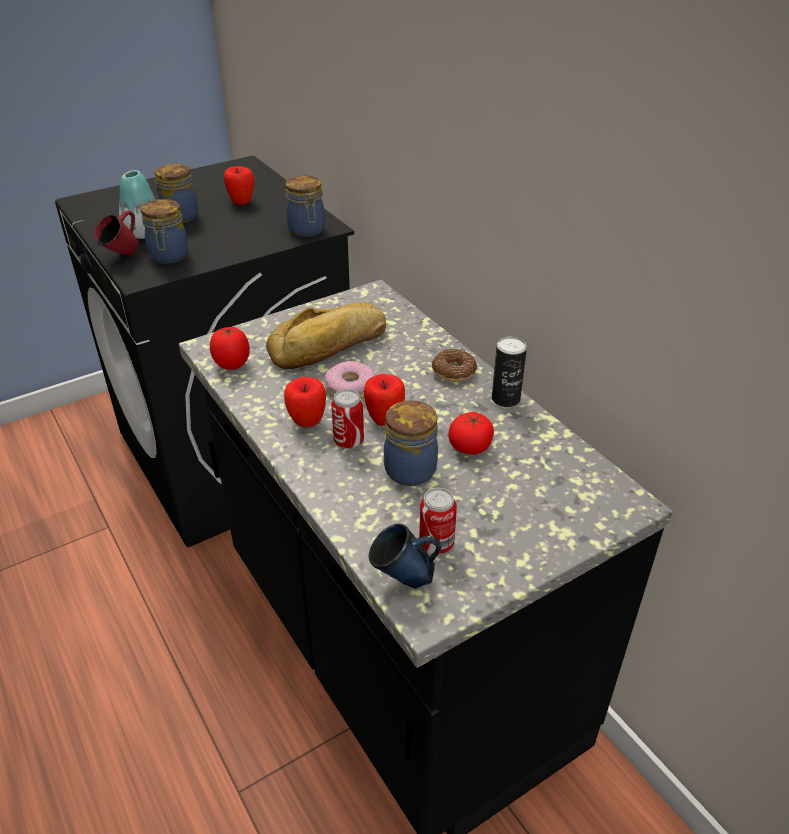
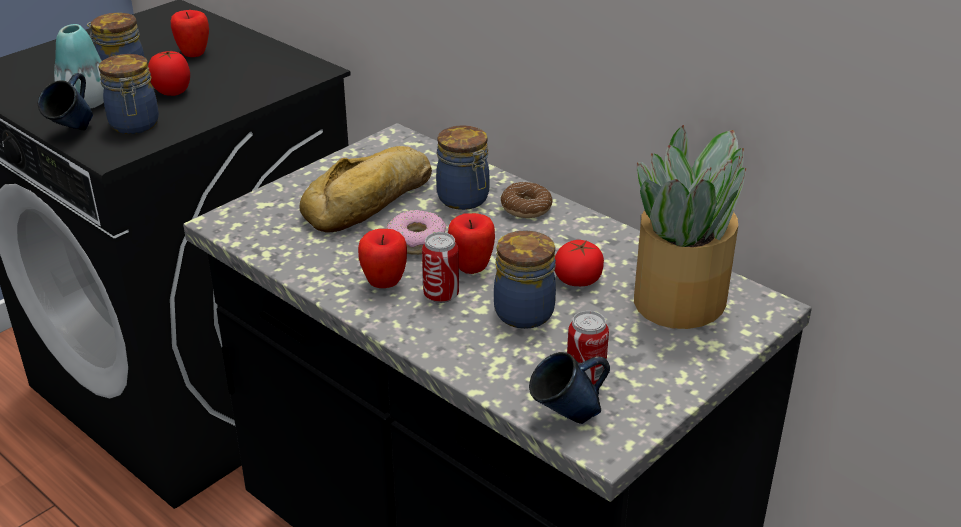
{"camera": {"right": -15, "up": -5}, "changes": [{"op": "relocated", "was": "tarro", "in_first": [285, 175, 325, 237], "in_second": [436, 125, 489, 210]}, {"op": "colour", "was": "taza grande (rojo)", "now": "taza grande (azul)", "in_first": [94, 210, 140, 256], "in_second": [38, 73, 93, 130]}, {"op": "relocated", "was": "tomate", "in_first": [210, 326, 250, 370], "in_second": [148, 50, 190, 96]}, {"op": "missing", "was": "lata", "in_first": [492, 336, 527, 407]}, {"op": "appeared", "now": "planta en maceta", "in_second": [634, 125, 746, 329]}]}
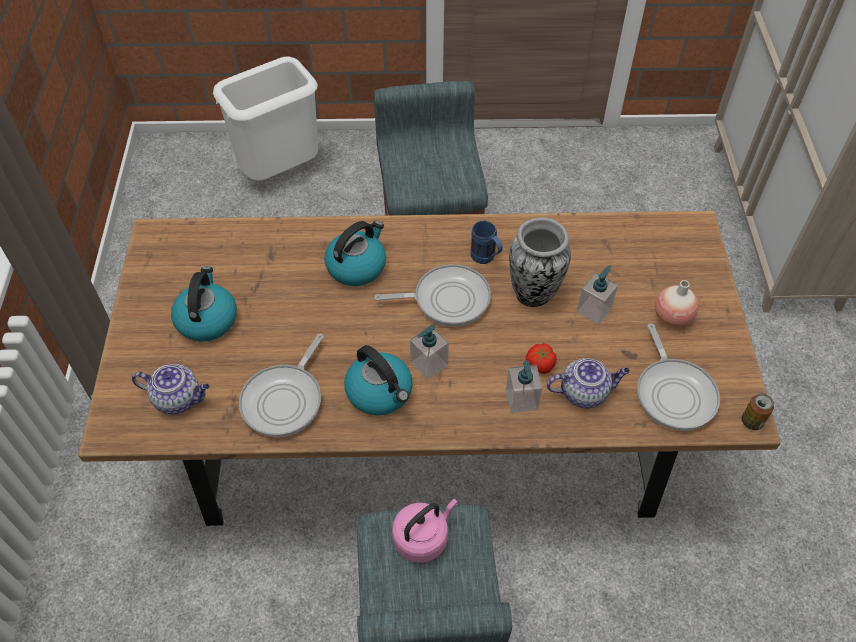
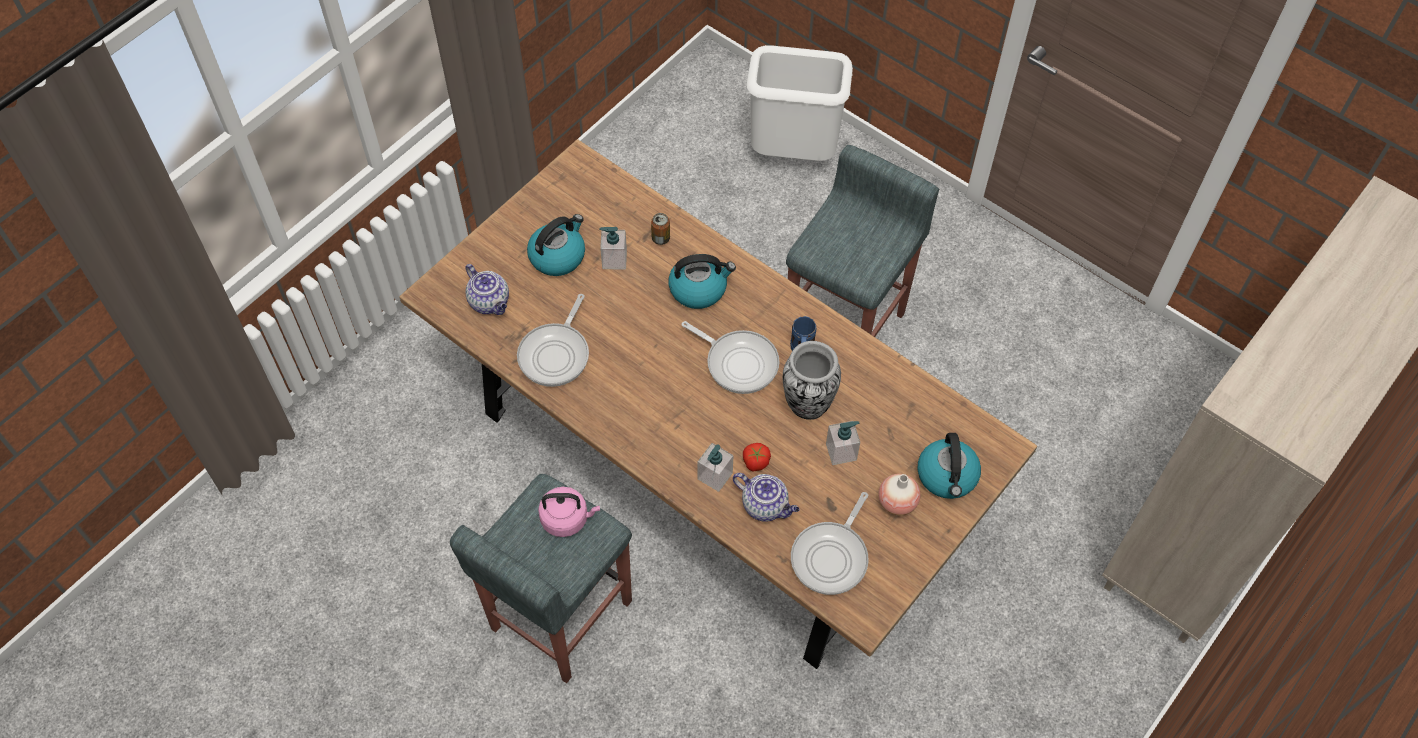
{"camera": {"right": 40, "up": 5}, "changes": [{"op": "relocated", "was": "dispensador de jabón", "in_first": [410, 325, 449, 379], "in_second": [599, 227, 627, 269]}, {"op": "spun", "was": "sartén", "in_first": [239, 334, 324, 437], "in_second": [517, 294, 589, 387], "clockwise": -45}, {"op": "relocated", "was": "hervidor", "in_first": [344, 345, 413, 415], "in_second": [917, 433, 981, 499]}, {"op": "relocated", "was": "lata", "in_first": [742, 393, 774, 430], "in_second": [651, 213, 670, 245]}]}
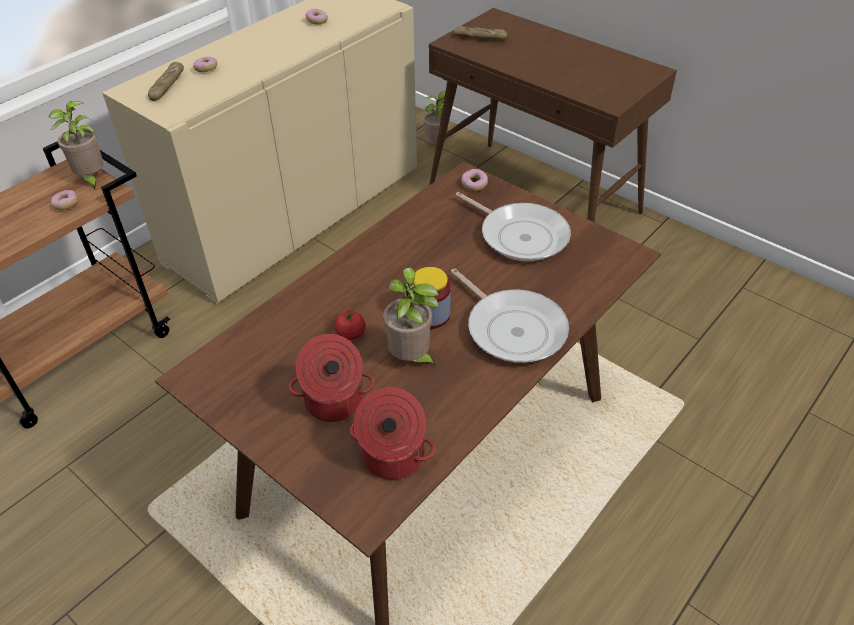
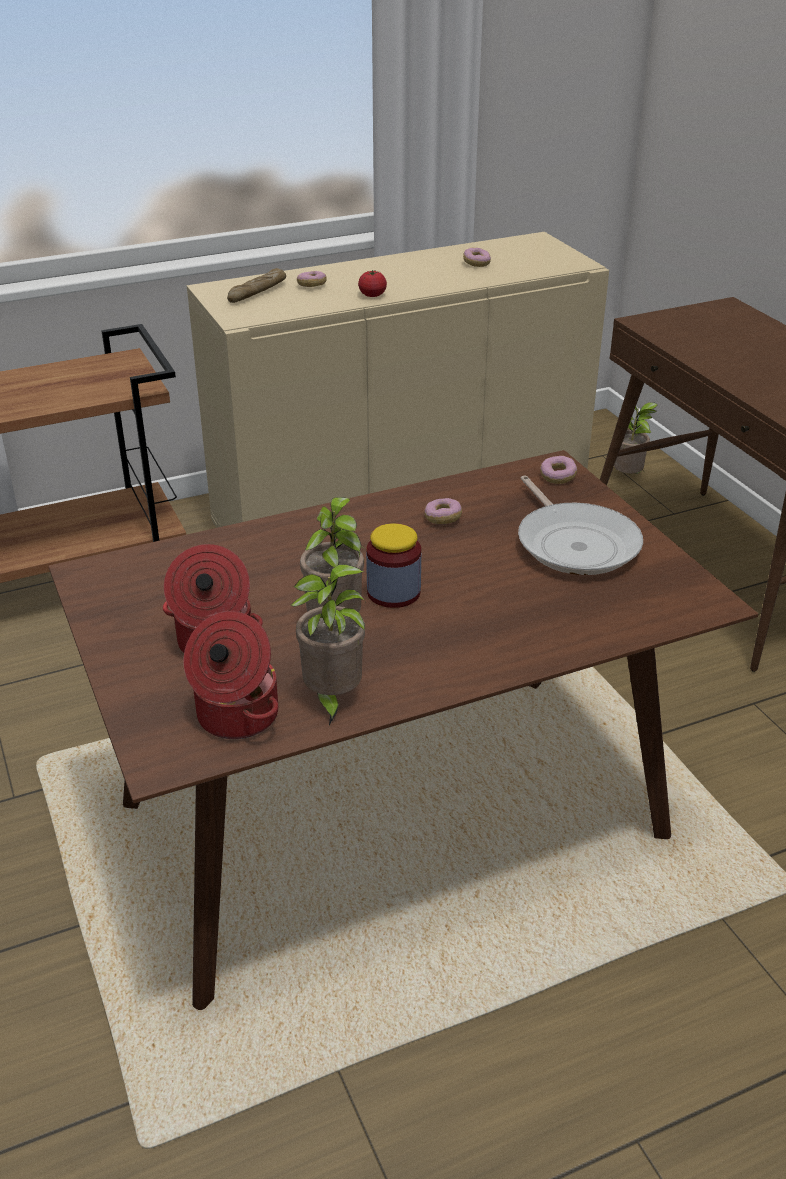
{"camera": {"right": 25, "up": -10}, "changes": [{"op": "missing", "was": "pan", "in_first": [453, 26, 507, 40]}, {"op": "relocated", "was": "planta en maceta", "in_first": [49, 101, 104, 191], "in_second": [291, 564, 365, 725]}, {"op": "relocated", "was": "rosquilla", "in_first": [51, 190, 78, 210], "in_second": [424, 498, 462, 524]}, {"op": "missing", "was": "sartén", "in_first": [451, 268, 569, 363]}, {"op": "relocated", "was": "tomate", "in_first": [334, 310, 365, 340], "in_second": [358, 270, 387, 297]}]}
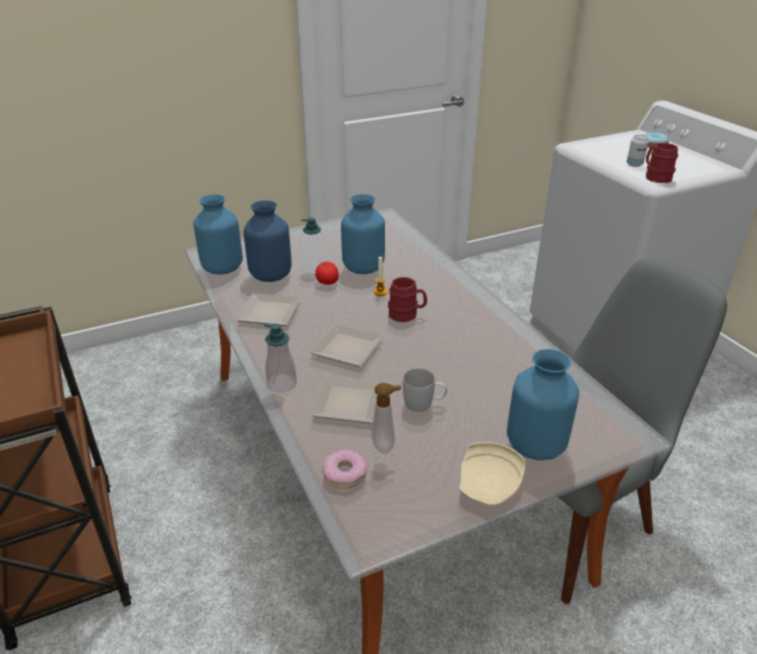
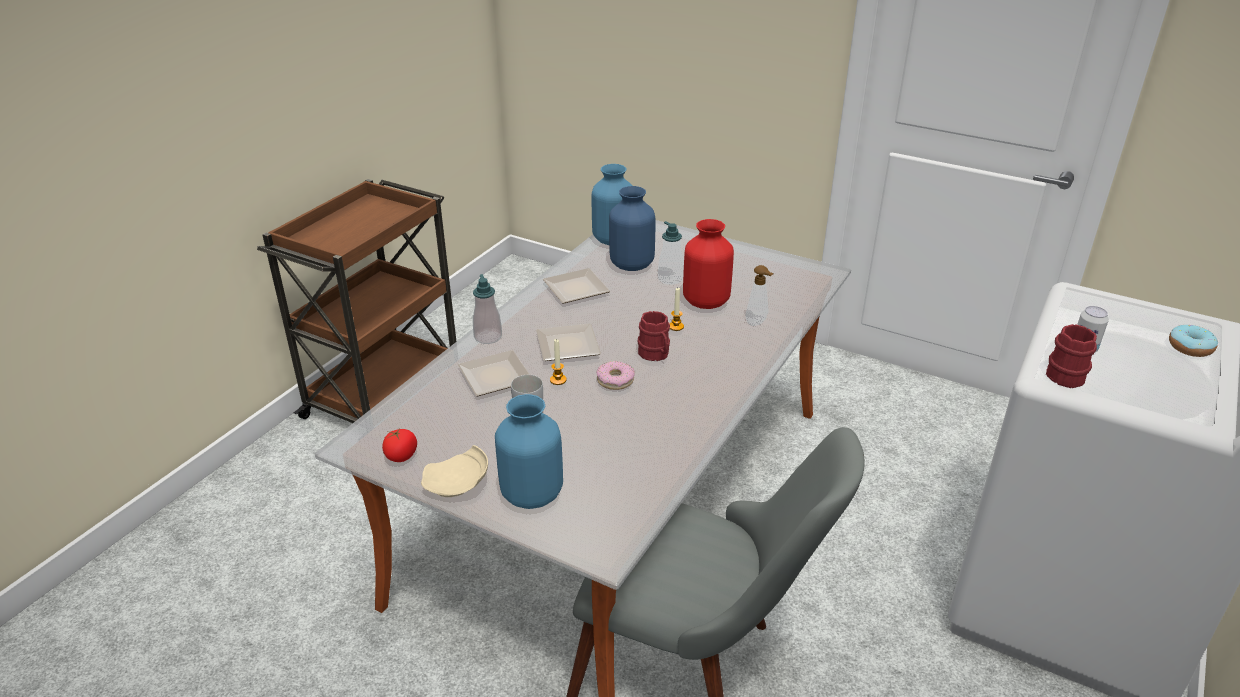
{"camera": {"right": 55, "up": 0}, "changes": [{"op": "colour", "was": "florero (azul)", "now": "florero (rojo)", "in_first": [341, 194, 385, 274], "in_second": [683, 219, 734, 309]}, {"op": "relocated", "was": "tomate", "in_first": [315, 262, 339, 285], "in_second": [382, 428, 417, 462]}, {"op": "relocated", "was": "dispensador de jabón", "in_first": [372, 383, 401, 454], "in_second": [746, 265, 773, 326]}, {"op": "relocated", "was": "rosquilla", "in_first": [322, 449, 367, 489], "in_second": [596, 361, 635, 390]}, {"op": "appeared", "now": "vela", "in_second": [550, 339, 567, 385]}]}
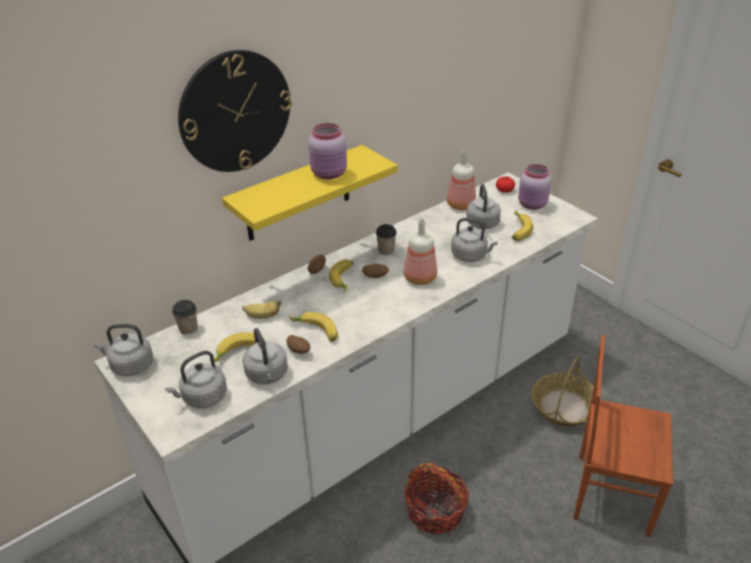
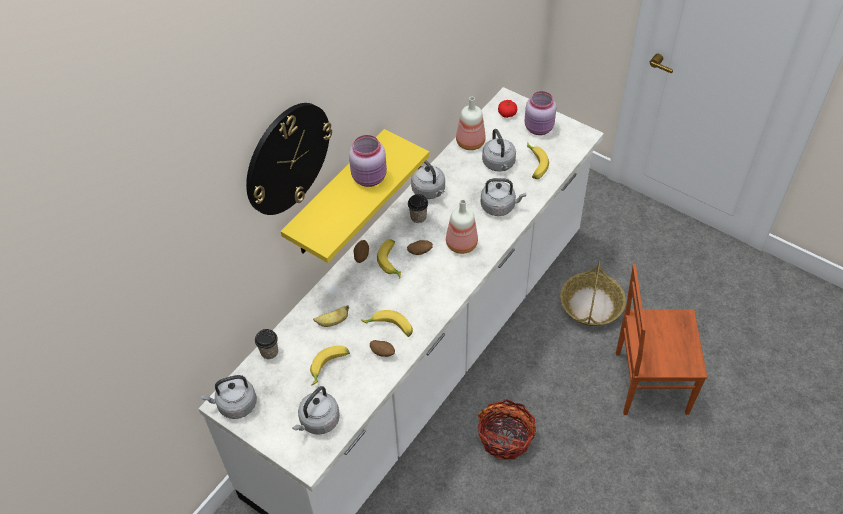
{"camera": {"right": -15, "up": 15}, "changes": [{"op": "relocated", "was": "hervidor (gris)", "in_first": [243, 328, 288, 384], "in_second": [411, 161, 445, 199]}]}
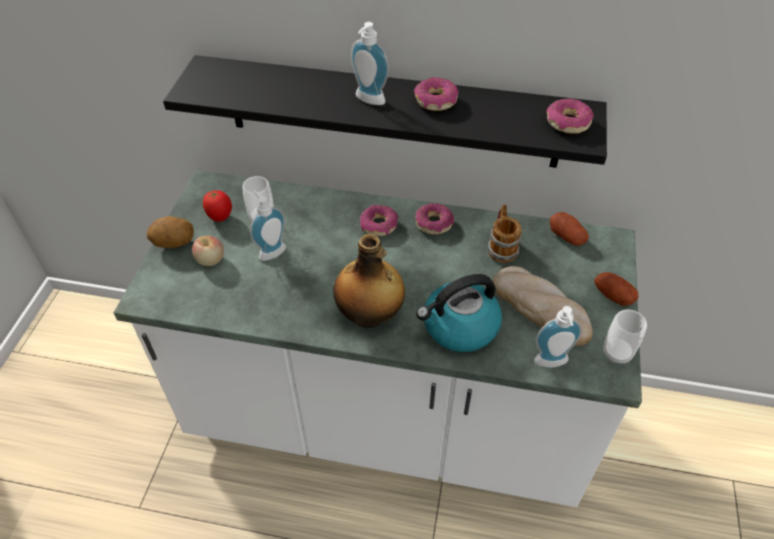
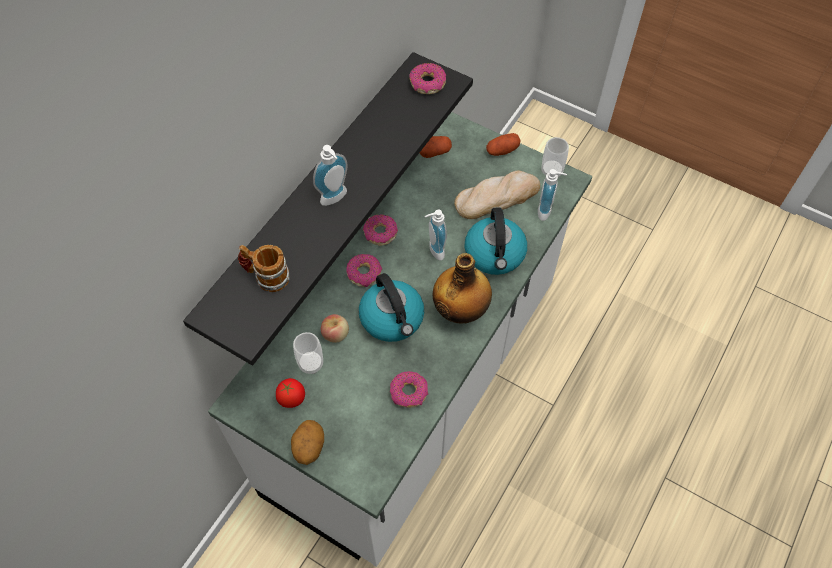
{"camera": {"right": -70, "up": 10}, "changes": [{"op": "relocated", "was": "rosquilla", "in_first": [414, 77, 459, 111], "in_second": [390, 371, 428, 408]}, {"op": "relocated", "was": "dispensador de jabón", "in_first": [250, 191, 286, 261], "in_second": [425, 209, 447, 260]}, {"op": "relocated", "was": "taza grande", "in_first": [488, 204, 522, 263], "in_second": [238, 245, 290, 292]}, {"op": "relocated", "was": "manzana", "in_first": [192, 236, 224, 266], "in_second": [321, 314, 349, 343]}, {"op": "appeared", "now": "hervidor", "in_second": [359, 273, 424, 342]}]}
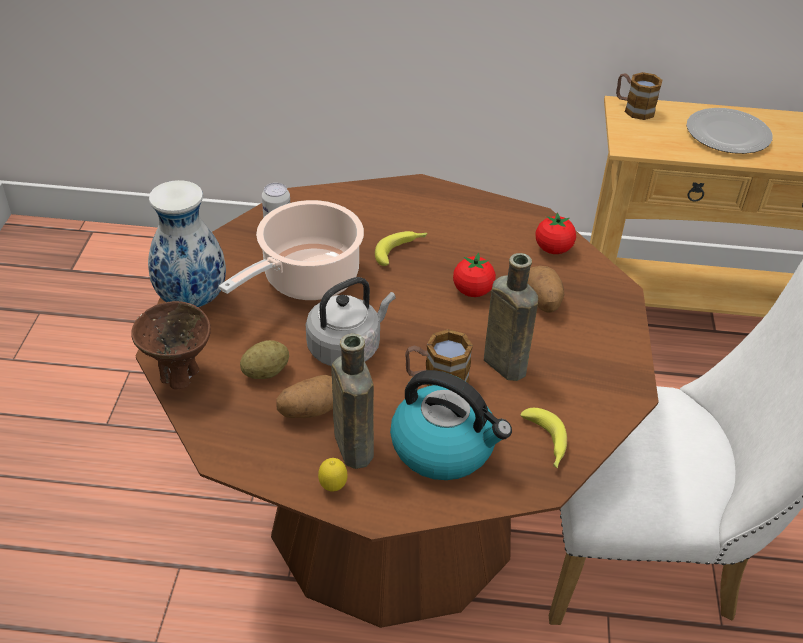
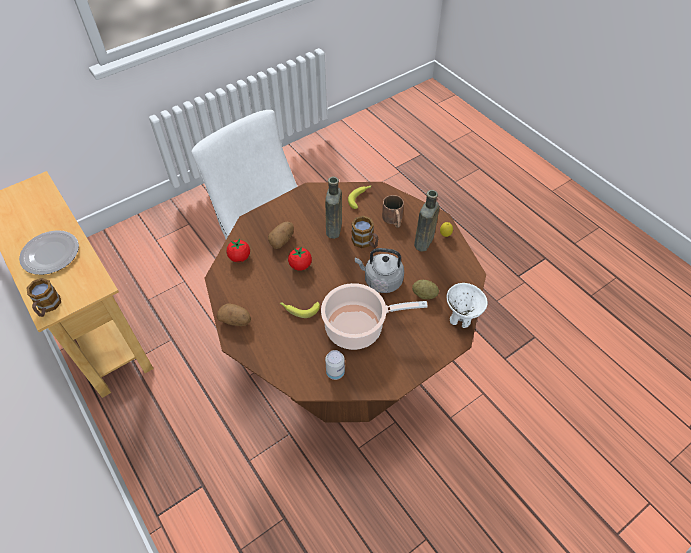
{"camera": {"right": -130, "up": 10}, "changes": [{"op": "missing", "was": "florero", "in_first": [148, 180, 226, 307]}, {"op": "colour", "was": "cuenco (marrón)", "now": "cuenco (blanco)", "in_first": [131, 301, 211, 390], "in_second": [447, 283, 488, 328]}, {"op": "exchanged", "was": "hervidor", "now": "taza grande (marrón)", "in_first": [390, 370, 512, 480], "in_second": [382, 195, 404, 228]}, {"op": "relocated", "was": "patata", "in_first": [276, 375, 333, 418], "in_second": [216, 303, 251, 326]}]}
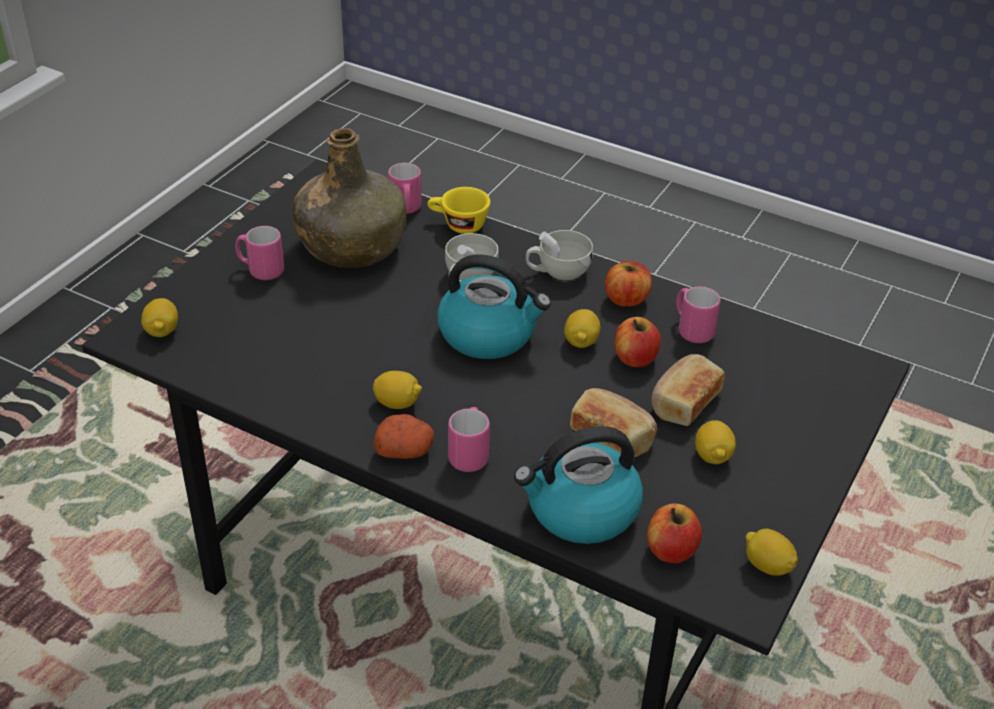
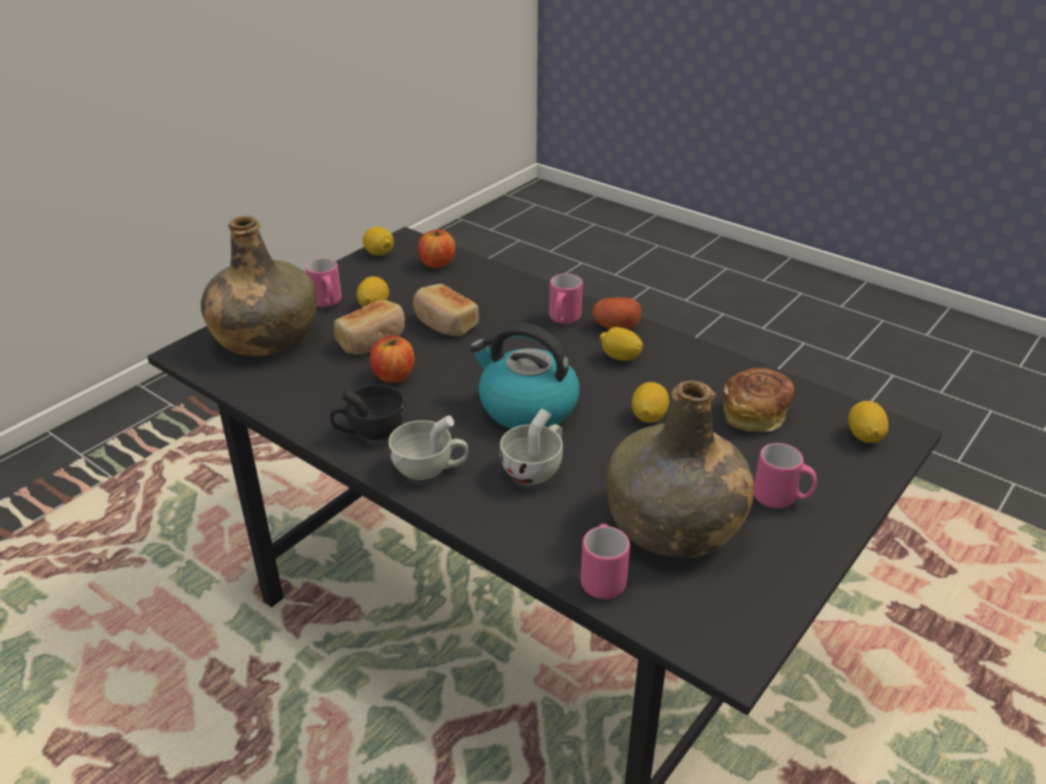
{"camera": {"right": -170, "up": -5}, "changes": [{"op": "missing", "was": "taza (amarillo)", "in_first": [427, 187, 490, 234]}, {"op": "exchanged", "was": "manzana", "now": "taza (negro)", "in_first": [605, 261, 652, 307], "in_second": [330, 384, 406, 440]}, {"op": "relocated", "was": "taza grande (rosa)", "in_first": [676, 286, 721, 343], "in_second": [305, 258, 342, 307]}, {"op": "relocated", "was": "limón", "in_first": [564, 309, 600, 348], "in_second": [632, 382, 669, 423]}, {"op": "missing", "was": "hervidor", "in_first": [514, 426, 643, 544]}, {"op": "appeared", "now": "botella (verde)", "in_second": [201, 216, 317, 356]}, {"op": "appeared", "now": "pan", "in_second": [723, 368, 794, 432]}]}
